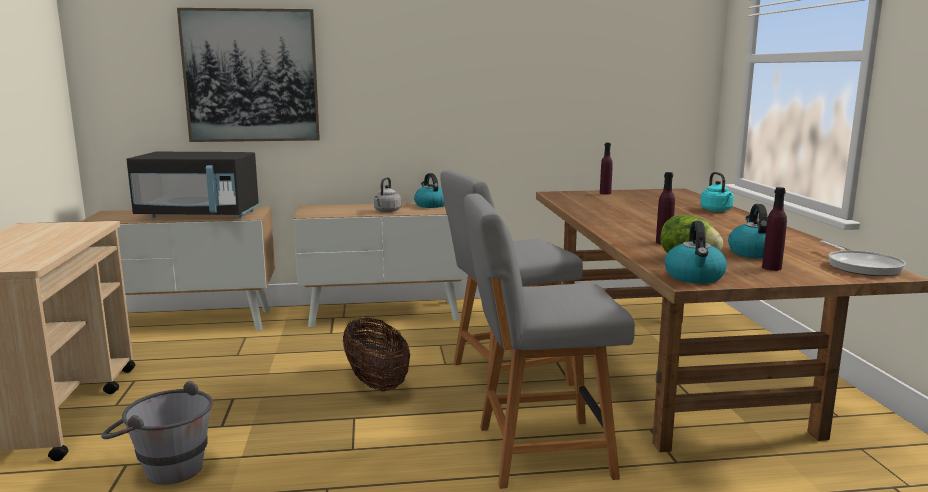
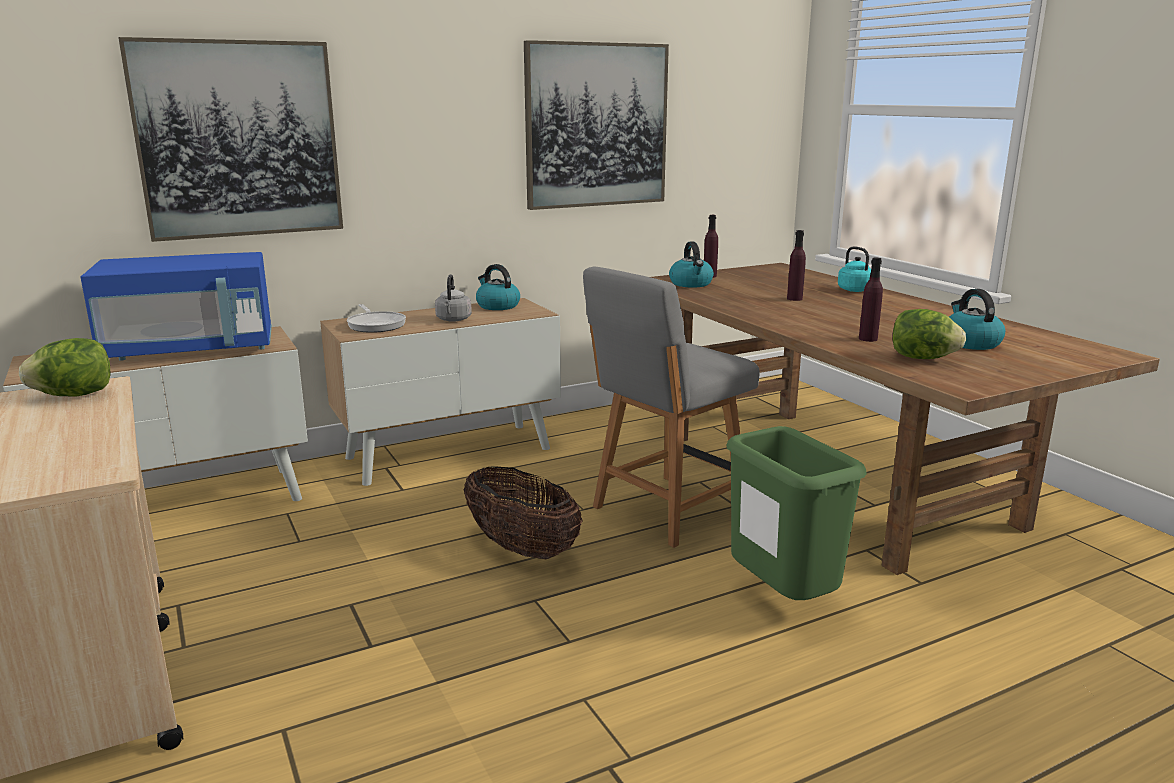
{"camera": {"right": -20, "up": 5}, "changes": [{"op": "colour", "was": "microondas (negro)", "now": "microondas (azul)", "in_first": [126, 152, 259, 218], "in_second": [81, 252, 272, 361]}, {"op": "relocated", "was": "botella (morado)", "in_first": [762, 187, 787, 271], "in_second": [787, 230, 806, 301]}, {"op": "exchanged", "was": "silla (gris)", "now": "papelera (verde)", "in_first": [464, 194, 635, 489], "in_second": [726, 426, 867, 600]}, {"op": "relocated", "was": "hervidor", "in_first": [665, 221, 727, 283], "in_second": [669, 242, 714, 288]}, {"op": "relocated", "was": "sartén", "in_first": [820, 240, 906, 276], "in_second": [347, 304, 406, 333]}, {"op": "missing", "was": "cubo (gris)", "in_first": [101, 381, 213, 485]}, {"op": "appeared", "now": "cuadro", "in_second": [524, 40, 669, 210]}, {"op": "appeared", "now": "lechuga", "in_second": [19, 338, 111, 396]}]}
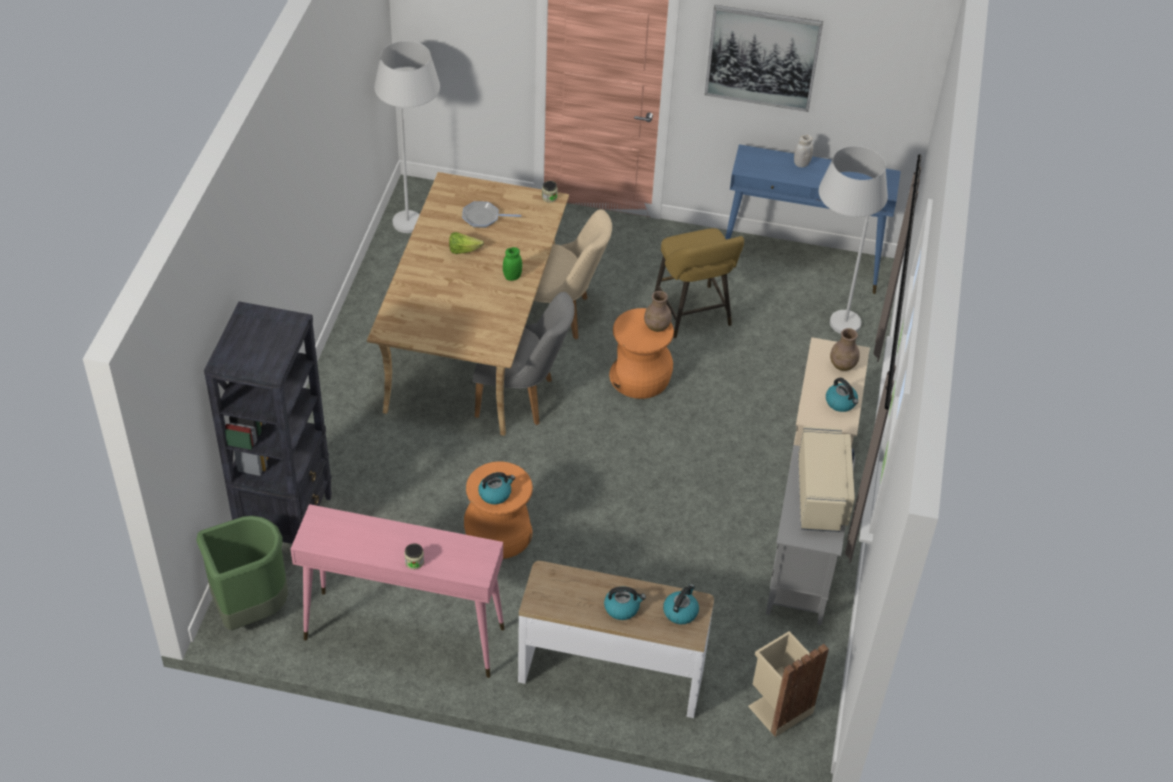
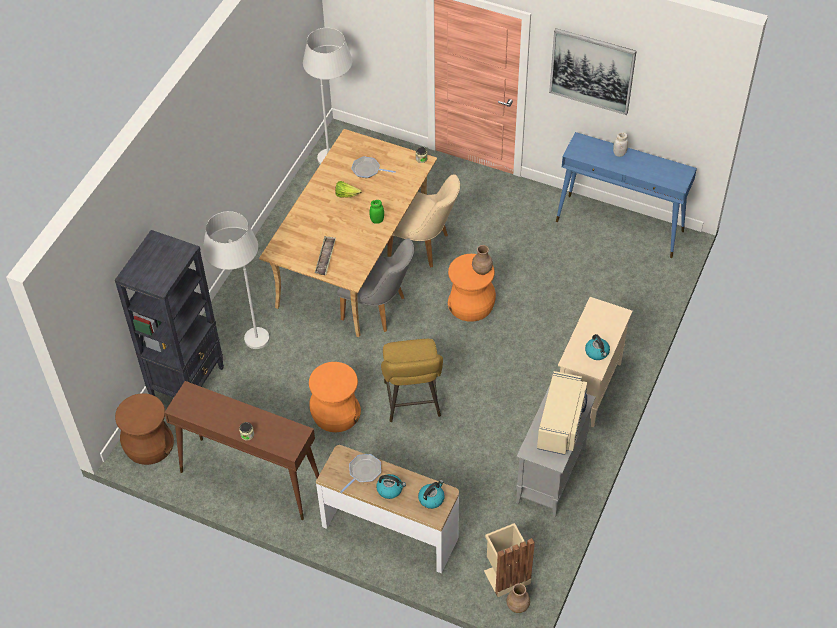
{"camera": {"right": 15, "up": 5}, "changes": [{"op": "relocated", "was": "lámpara de pie (blanco)", "in_first": [819, 146, 888, 334], "in_second": [203, 211, 269, 349]}, {"op": "relocated", "was": "taburete (amarillo)", "in_first": [654, 228, 744, 338], "in_second": [381, 339, 443, 422]}, {"op": "relocated", "was": "florero (marrón)", "in_first": [830, 328, 860, 371], "in_second": [506, 583, 530, 613]}, {"op": "missing", "was": "hervidor", "in_first": [478, 472, 515, 504]}, {"op": "colour", "was": "mesa consola (rosa)", "now": "mesa consola (marrón)", "in_first": [290, 504, 504, 678], "in_second": [164, 381, 319, 520]}, {"op": "exchanged", "was": "papelera (verde)", "now": "taburete (marrón)", "in_first": [196, 516, 288, 630], "in_second": [115, 393, 174, 465]}, {"op": "appeared", "now": "bandeja", "in_second": [315, 236, 336, 275]}, {"op": "appeared", "now": "sartén", "in_second": [340, 454, 381, 493]}]}
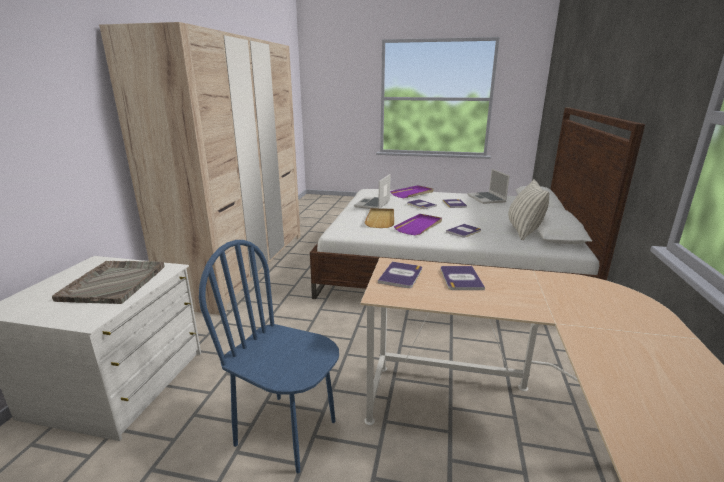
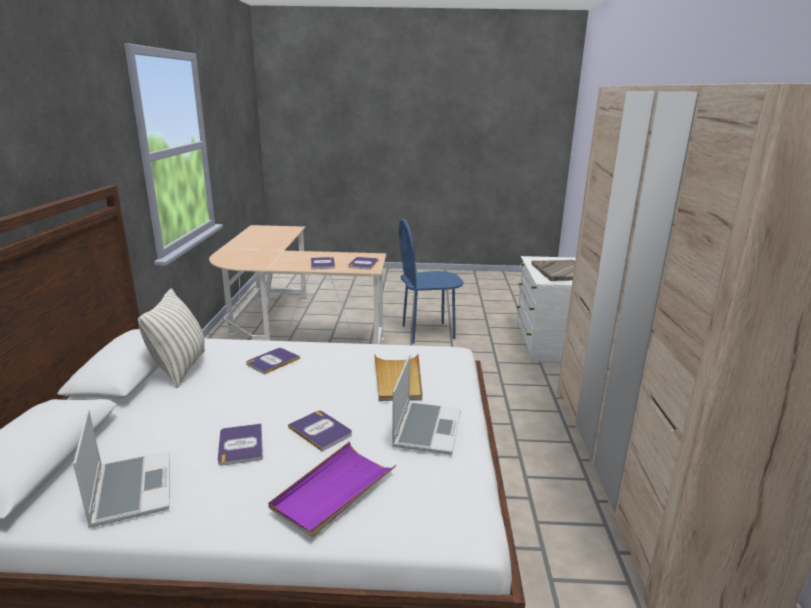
{"camera": {"right": 170, "up": 0}, "changes": [{"op": "missing", "was": "bandeja (morado)", "in_first": [394, 214, 442, 236]}, {"op": "spun", "was": "silla (azul)", "in_first": [199, 240, 339, 474], "in_second": [399, 219, 464, 344], "clockwise": 150}]}
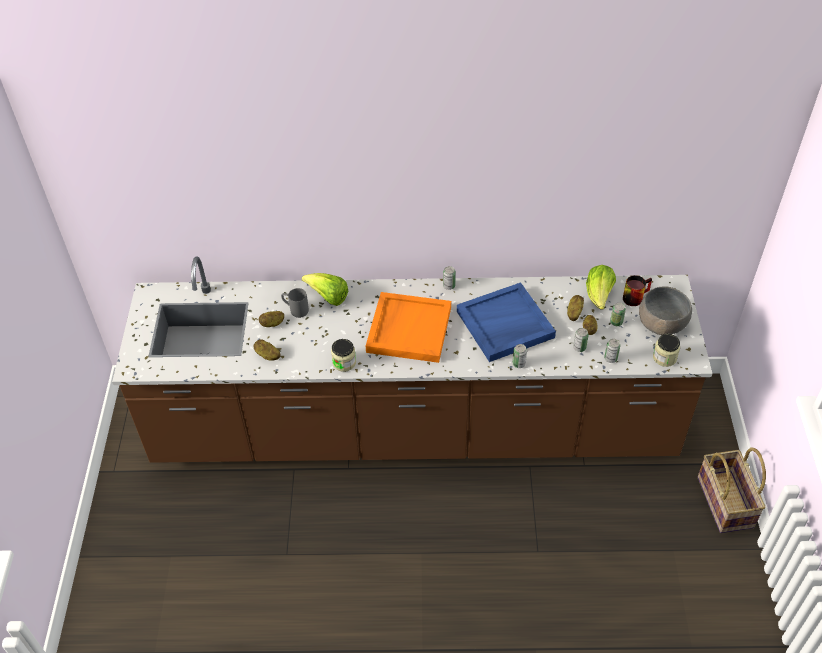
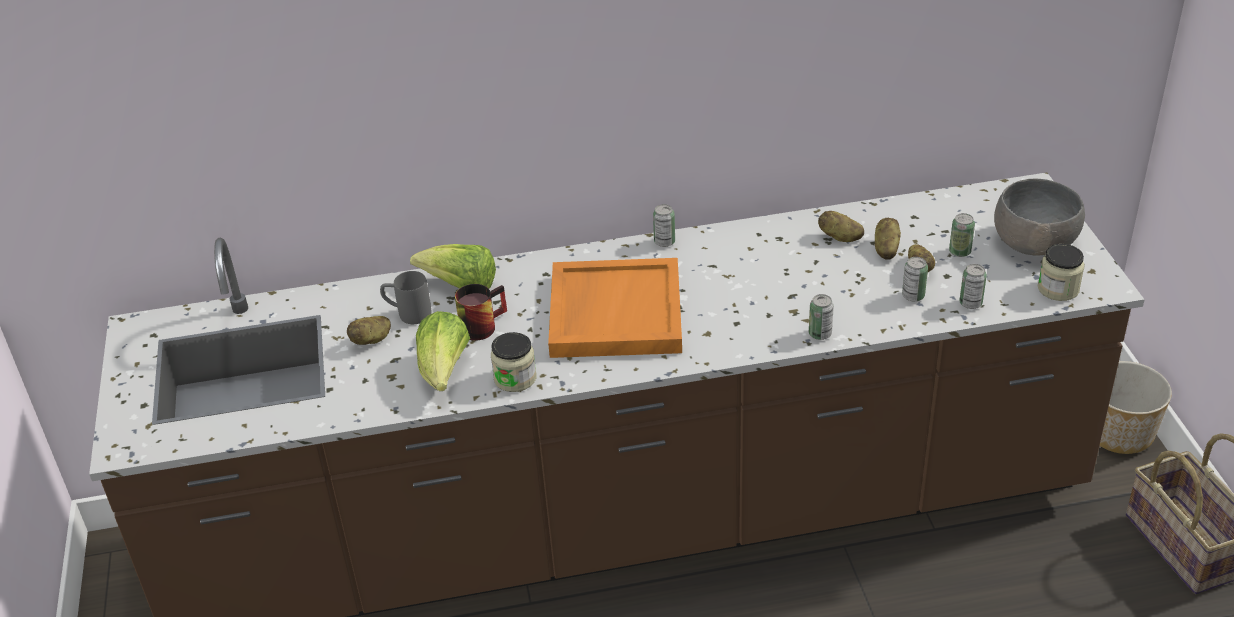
{"camera": {"right": -10, "up": -10}, "changes": [{"op": "relocated", "was": "lechuga", "in_first": [586, 265, 616, 310], "in_second": [416, 311, 470, 391]}, {"op": "relocated", "was": "taza grande", "in_first": [623, 275, 652, 306], "in_second": [455, 284, 507, 341]}, {"op": "missing", "was": "bandeja (azul)", "in_first": [457, 282, 556, 362]}, {"op": "relocated", "was": "patata", "in_first": [254, 339, 281, 361], "in_second": [818, 211, 864, 242]}, {"op": "appeared", "now": "maceta", "in_second": [1100, 361, 1172, 454]}]}
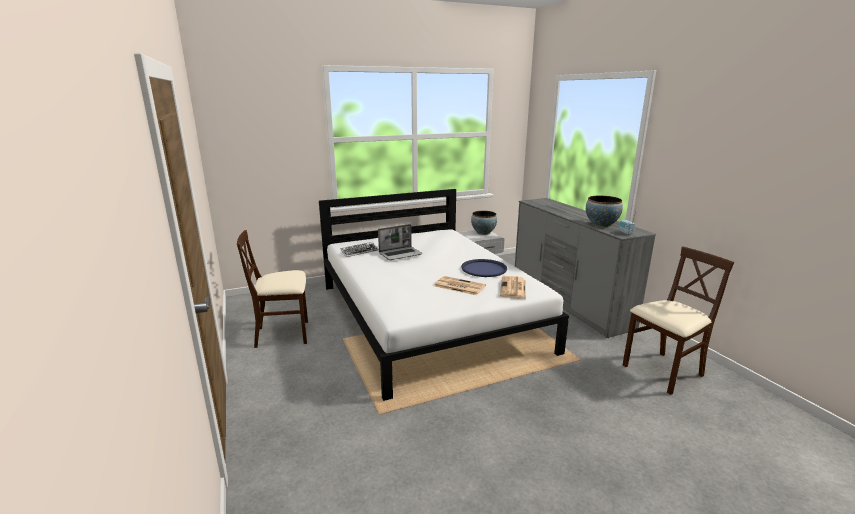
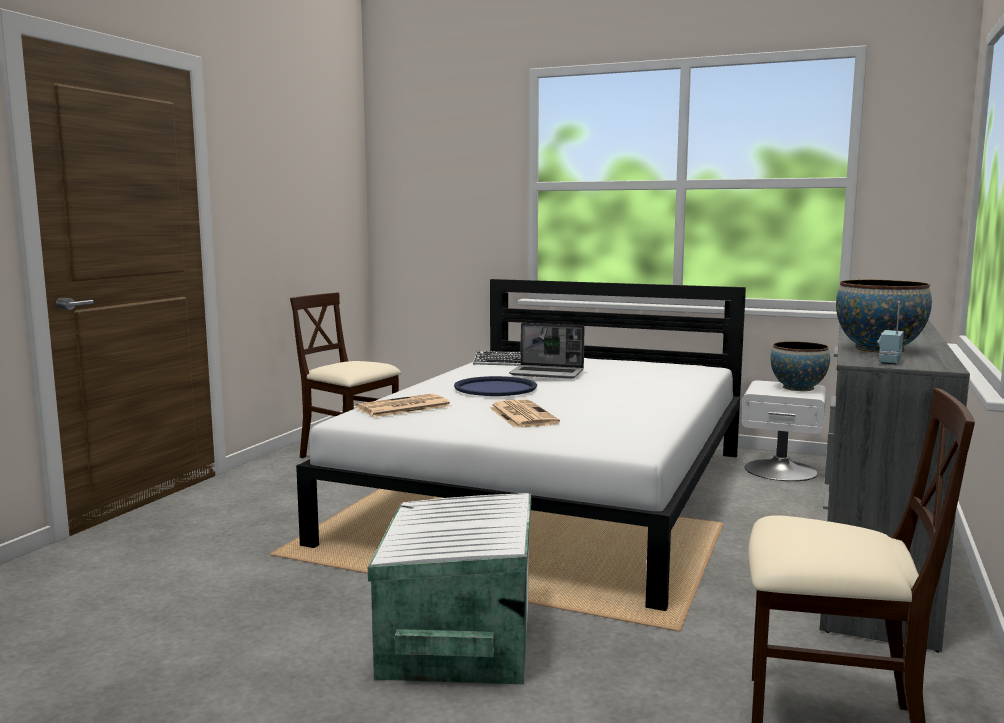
{"camera": {"right": 45, "up": -10}, "changes": [{"op": "relocated", "was": "bandeja (azul)", "in_first": [461, 259, 507, 277], "in_second": [454, 376, 537, 396]}, {"op": "relocated", "was": "periódico", "in_first": [500, 276, 526, 299], "in_second": [356, 394, 451, 417]}, {"op": "appeared", "now": "caja de almacenaje (blanco)", "in_second": [368, 493, 531, 684]}]}
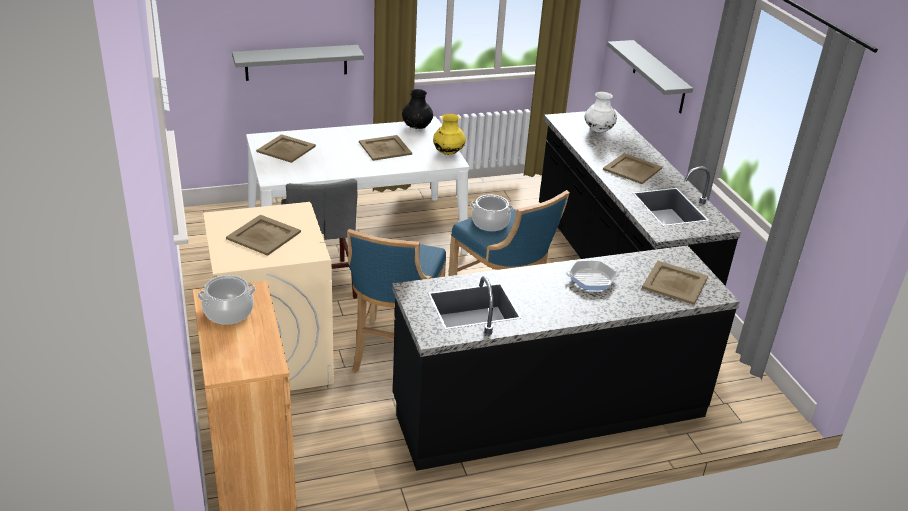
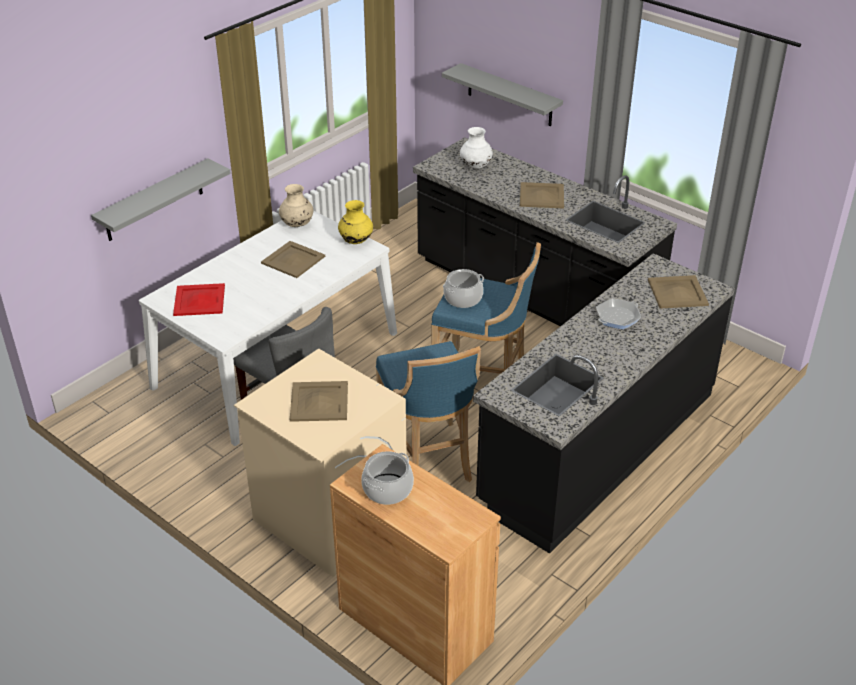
{"camera": {"right": -30, "up": 5}, "changes": [{"op": "colour", "was": "florero (negro)", "now": "florero (beis)", "in_first": [402, 89, 433, 129], "in_second": [279, 184, 313, 227]}, {"op": "colour", "was": "bandeja (beis)", "now": "bandeja (rojo)", "in_first": [256, 134, 316, 163], "in_second": [173, 283, 225, 316]}]}
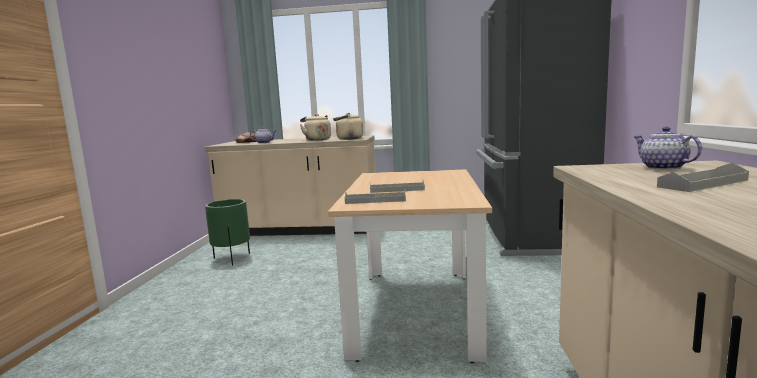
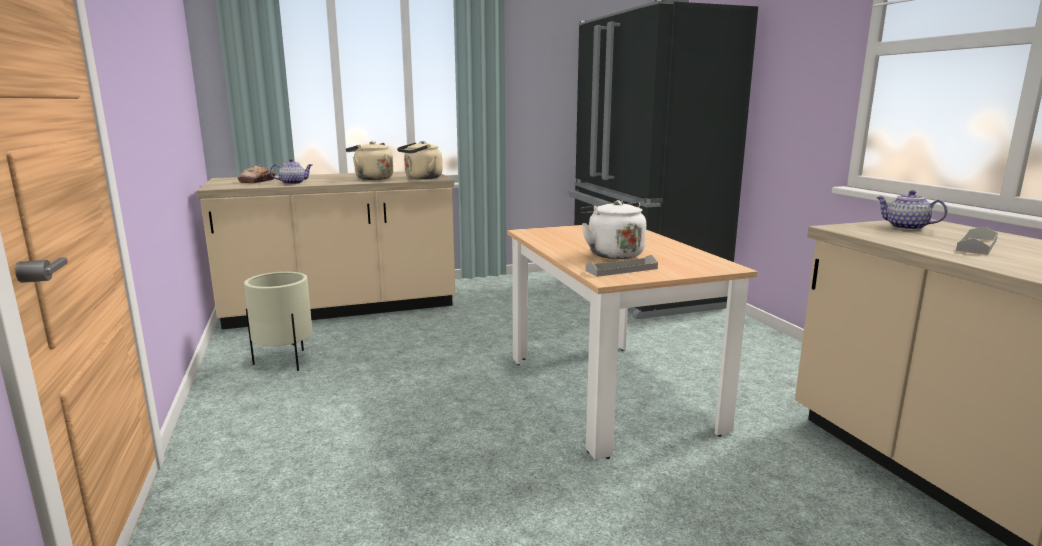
{"camera": {"right": -25, "up": 5}, "changes": [{"op": "exchanged", "was": "bandeja (gris)", "now": "hervidor (blanco)", "in_first": [370, 179, 425, 193], "in_second": [580, 200, 646, 259]}, {"op": "colour", "was": "maceta (verde)", "now": "maceta (beis)", "in_first": [205, 199, 250, 266], "in_second": [244, 272, 312, 371]}]}
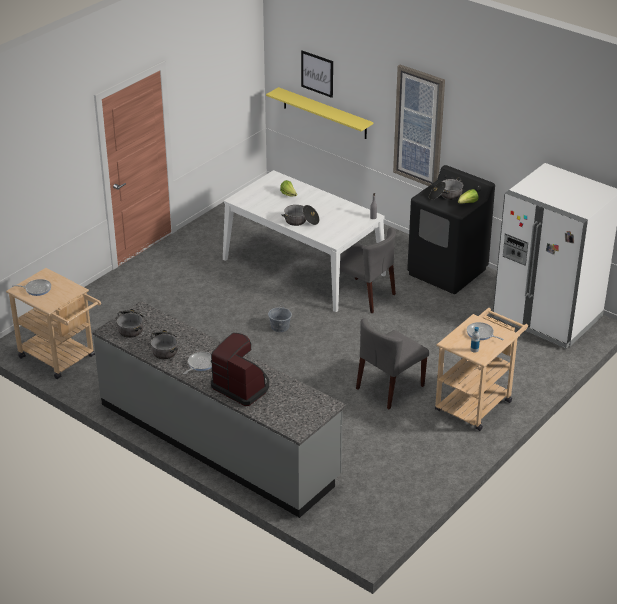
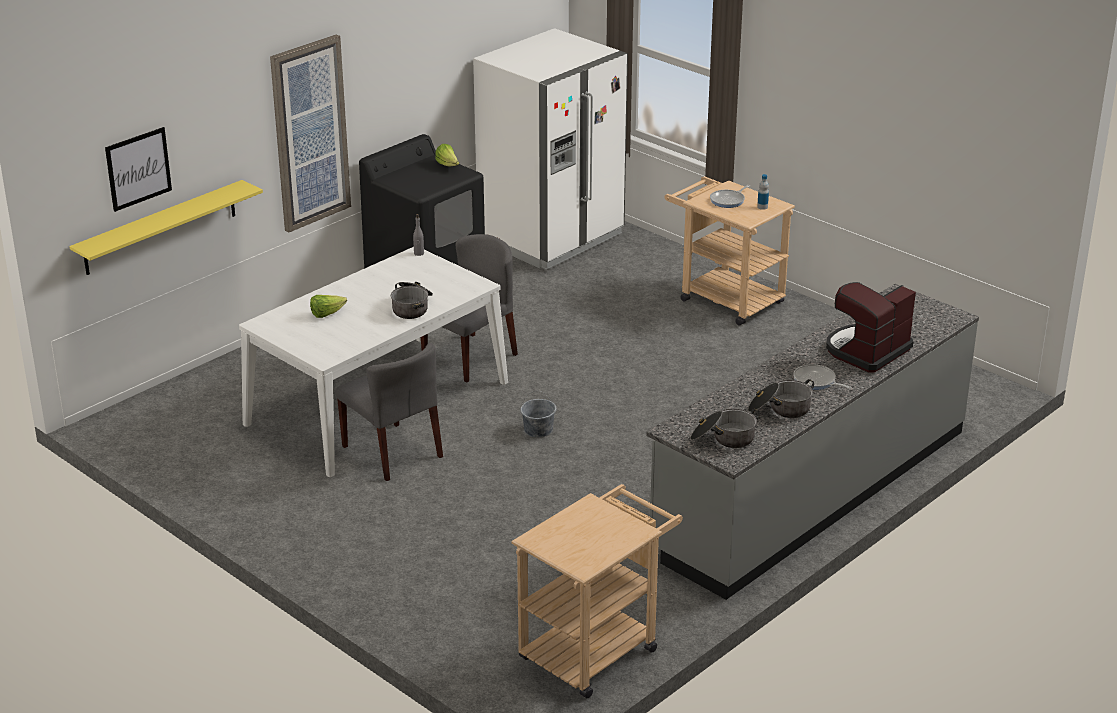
{"camera": {"right": -85, "up": -5}, "changes": [{"op": "missing", "was": "olla", "in_first": [429, 177, 463, 200]}, {"op": "missing", "was": "sartén", "in_first": [12, 279, 51, 296]}, {"op": "relocated", "was": "silla (gris)", "in_first": [356, 318, 429, 409], "in_second": [336, 343, 443, 481]}]}
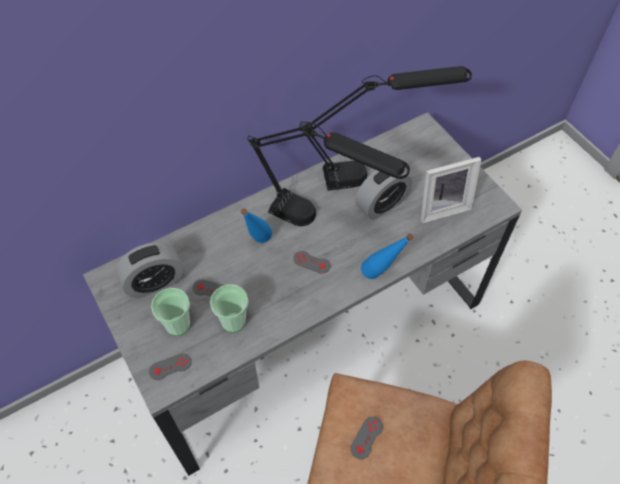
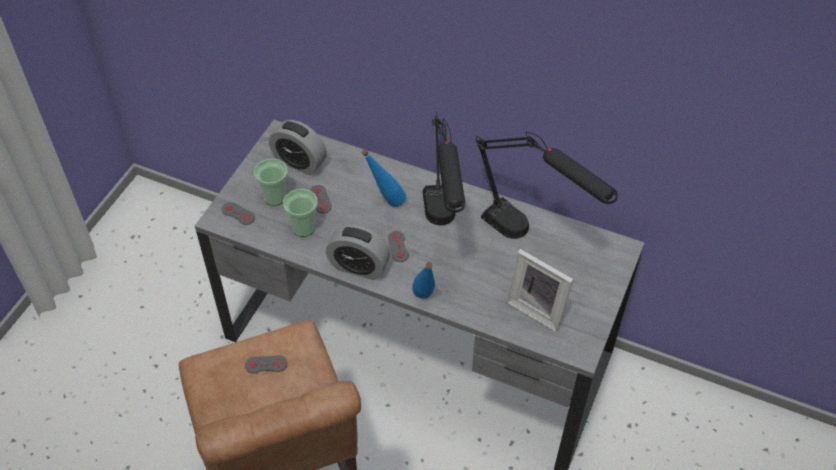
{"camera": {"right": 55, "up": -5}, "changes": [{"op": "relocated", "was": "despertador", "in_first": [355, 170, 412, 220], "in_second": [326, 225, 390, 280]}]}
